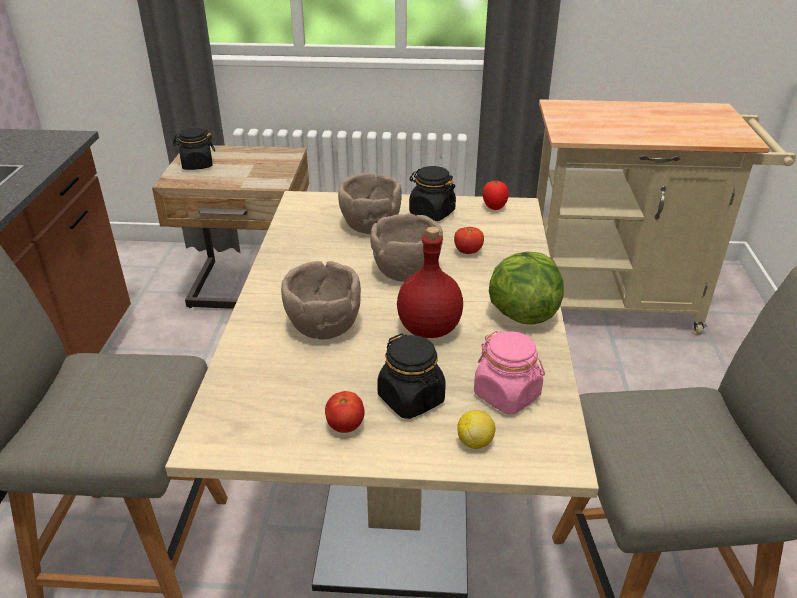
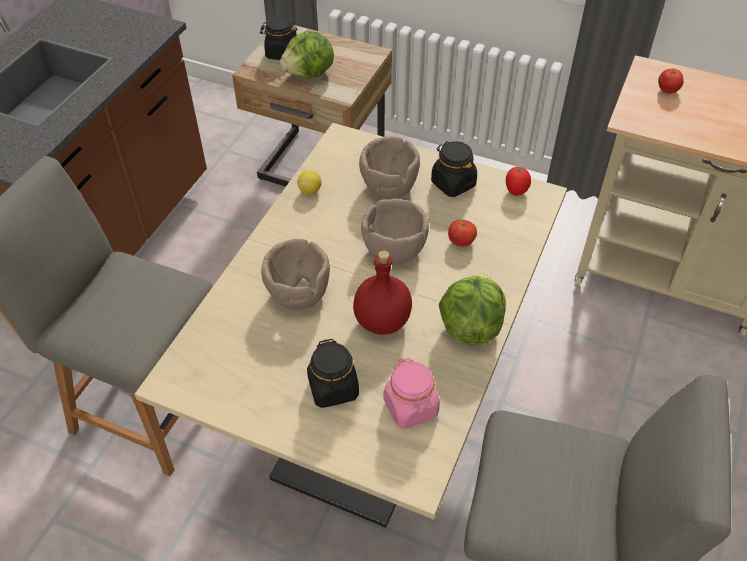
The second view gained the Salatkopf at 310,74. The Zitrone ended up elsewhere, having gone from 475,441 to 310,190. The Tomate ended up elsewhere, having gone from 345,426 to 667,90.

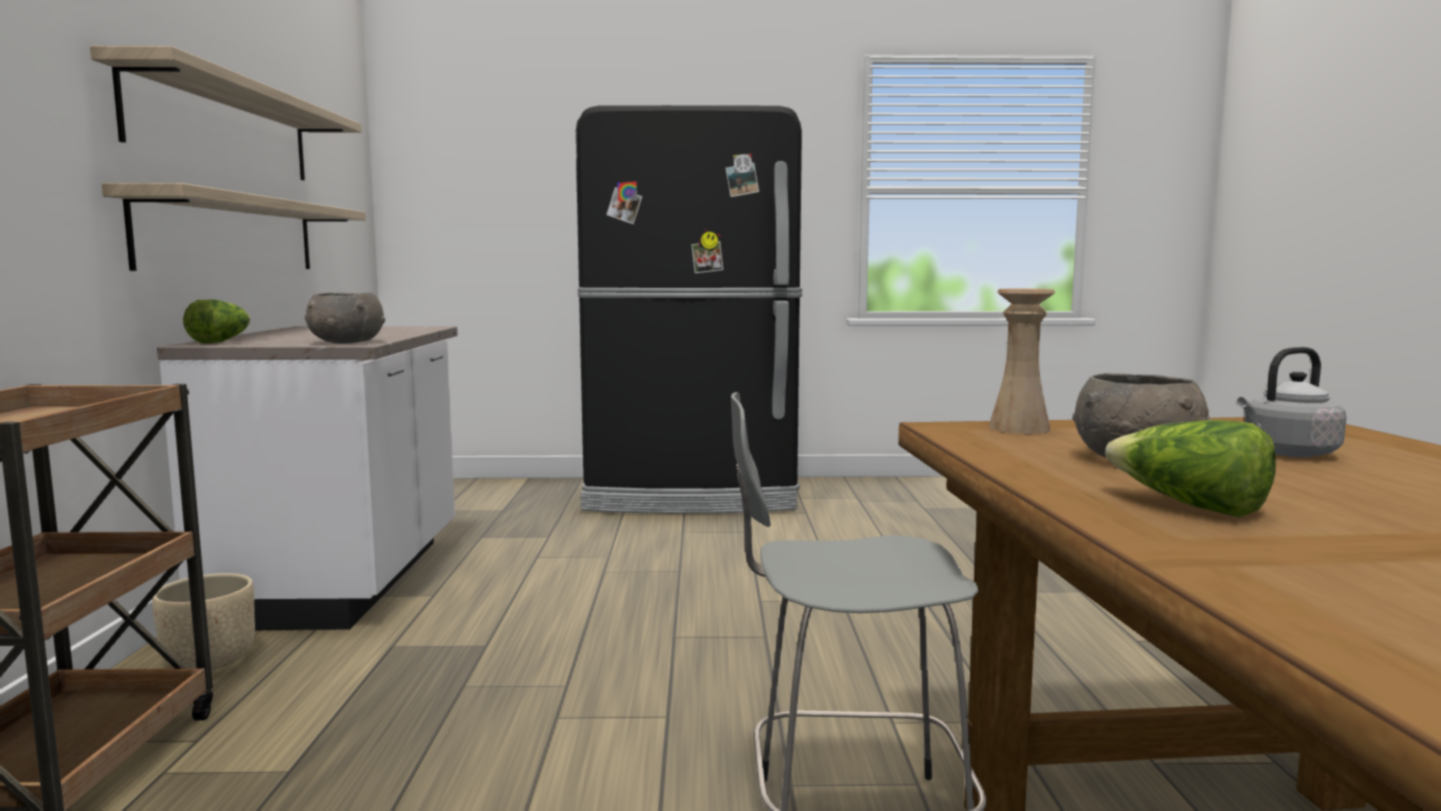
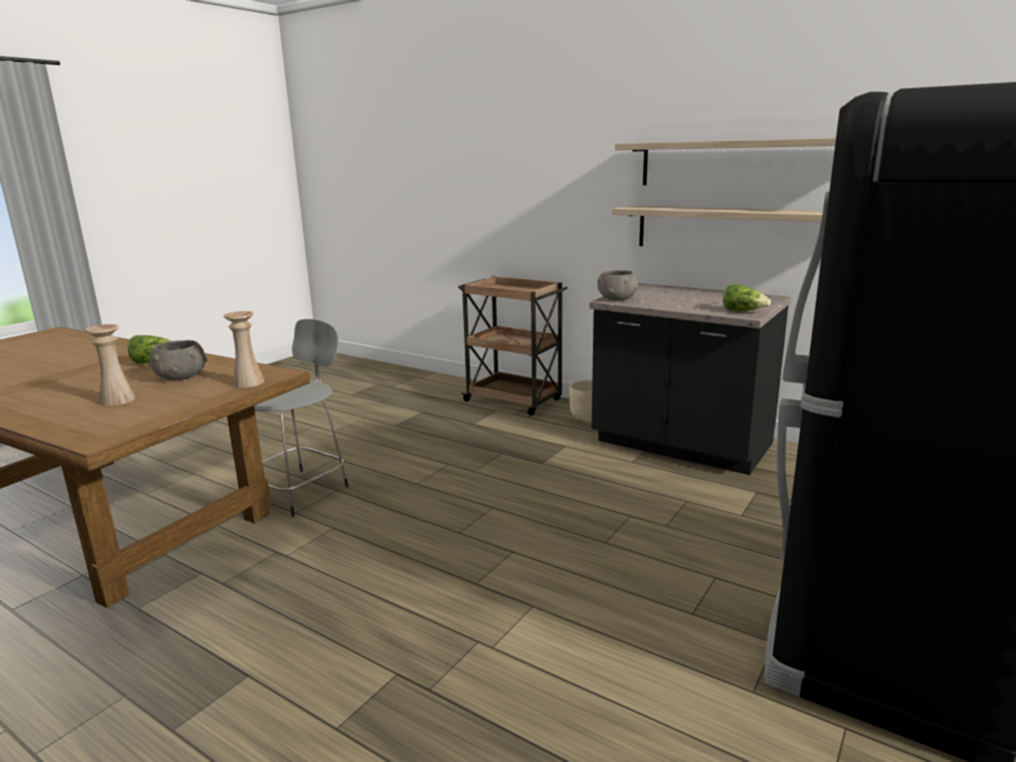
Where the Wasserkessel (grau) stood at 1286,453, the Vase (beige) came to stand at 117,400. What was the Küchenzeile (weiß) at 344,580 turned into the Küchenzeile (schwarz) at 681,445. The Salatkopf ended up elsewhere, having gone from 221,341 to 743,311.

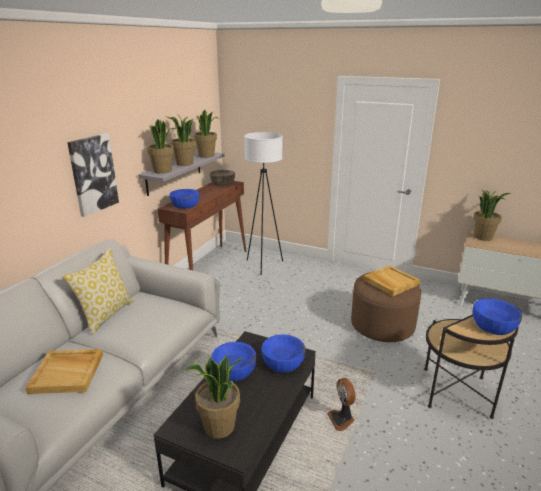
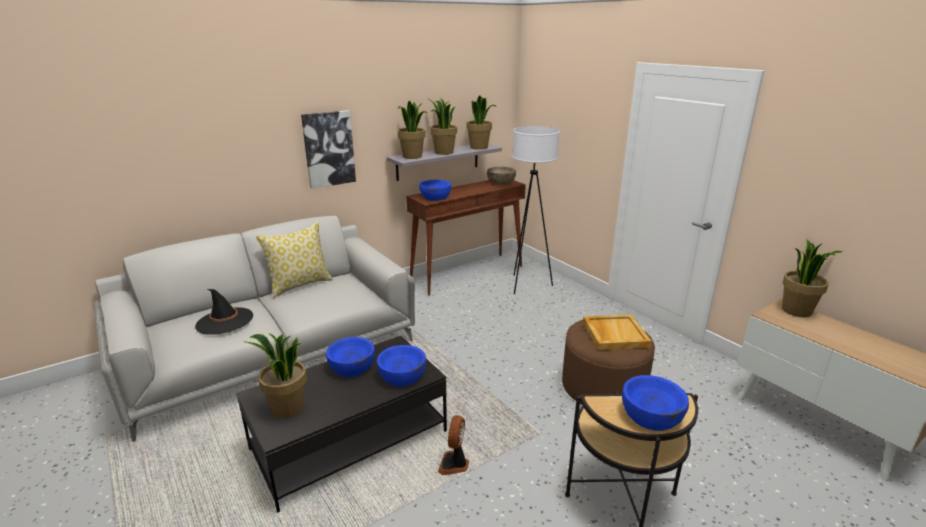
Where the Tablett (beige) stood at 68,373, the Hut (schwarz) came to stand at 224,321.

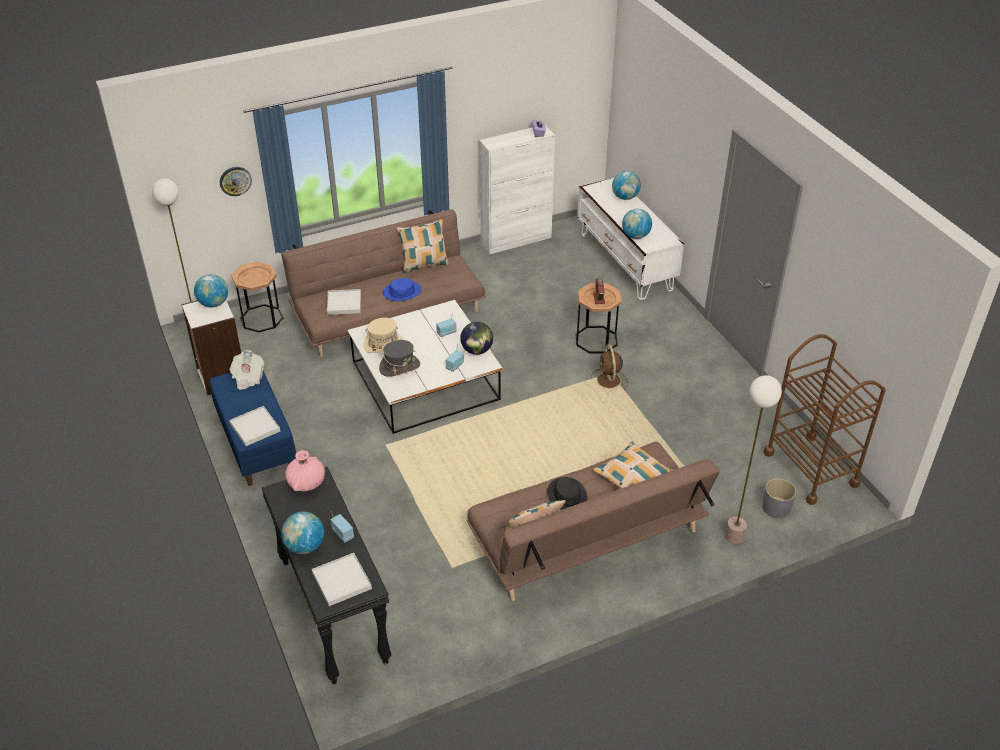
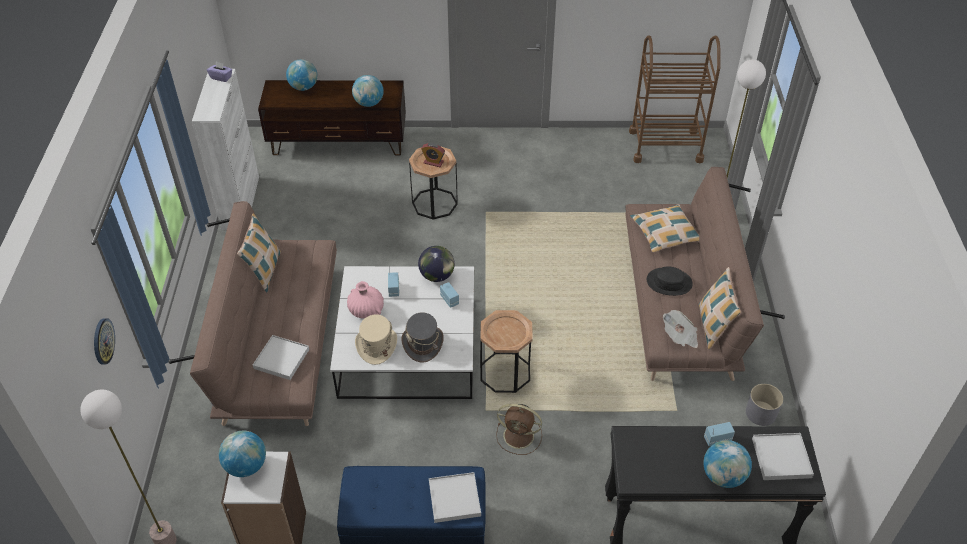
What was the Fernsehschrank (weiß) at 625,262 turned into the Fernsehschrank (braun) at 339,143. The Vase (rosa) ended up elsewhere, having gone from 306,483 to 366,310. The Beistelltisch (braun) ended up elsewhere, having gone from 261,318 to 505,373. The Ventilator (braun) ended up elsewhere, having gone from 609,381 to 520,436. The Zeitung ended up elsewhere, having gone from 248,377 to 680,336. The Pflanzkübel (grau) ended up elsewhere, having gone from 776,508 to 761,413. The second view lost the Hut (blau) at 402,292.

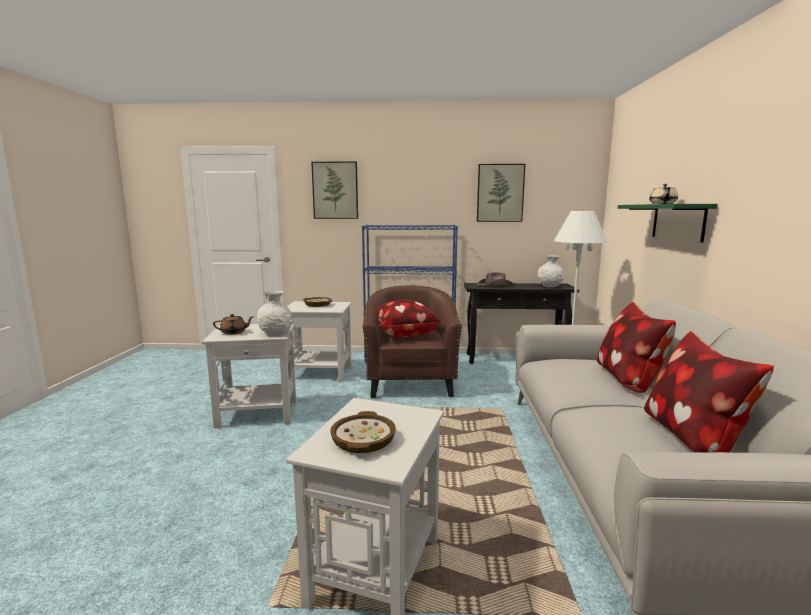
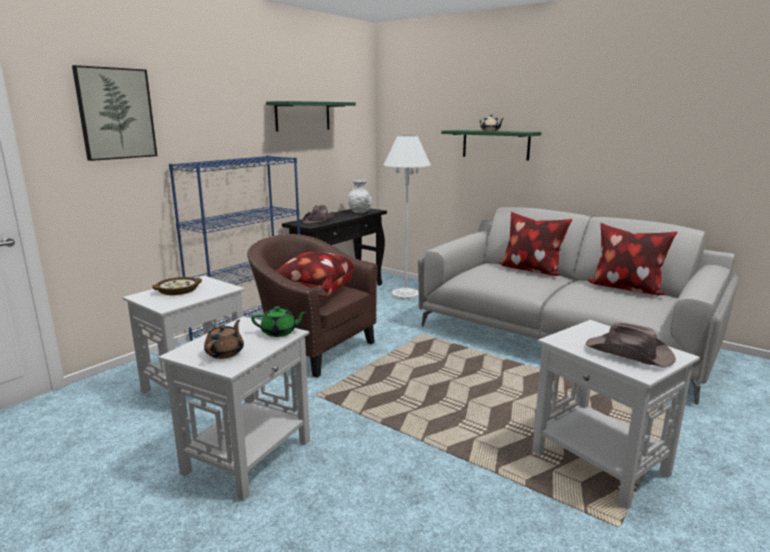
Where the Vase (weiß) stood at 276,333, the Teekanne (grün) came to stand at 279,332. Where the Bild hung at 500,193, the Wandregal (grün) came to hang at 303,116. Where the Schüssel stood at 362,440, the Hut (braun) came to stand at 629,353.

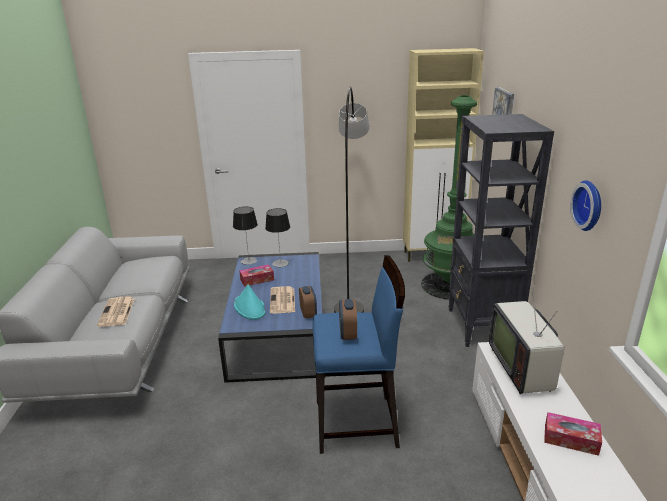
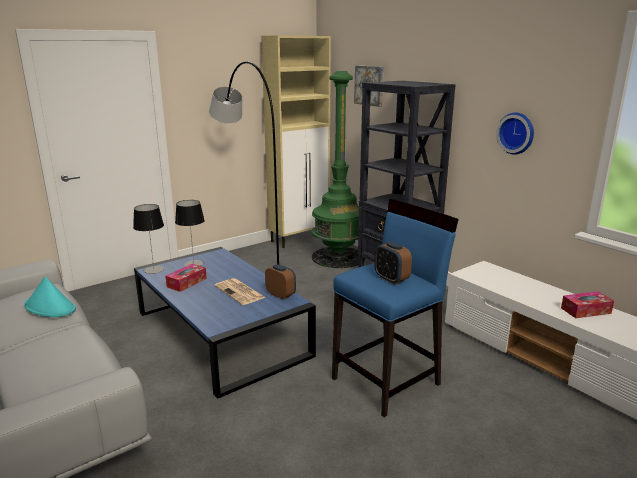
The Hut (türkis) ended up elsewhere, having gone from 250,307 to 50,307. The second view lost the Zeitung at 117,312. The second view lost the Fernseher at 523,367.

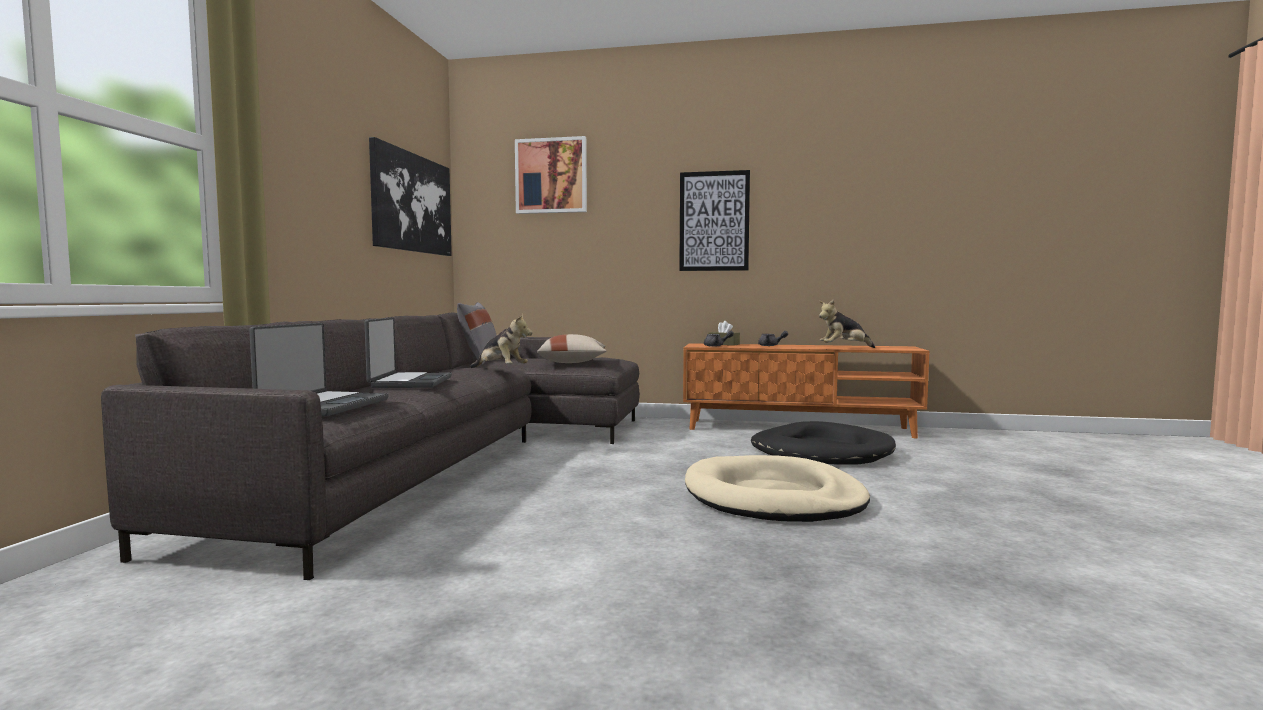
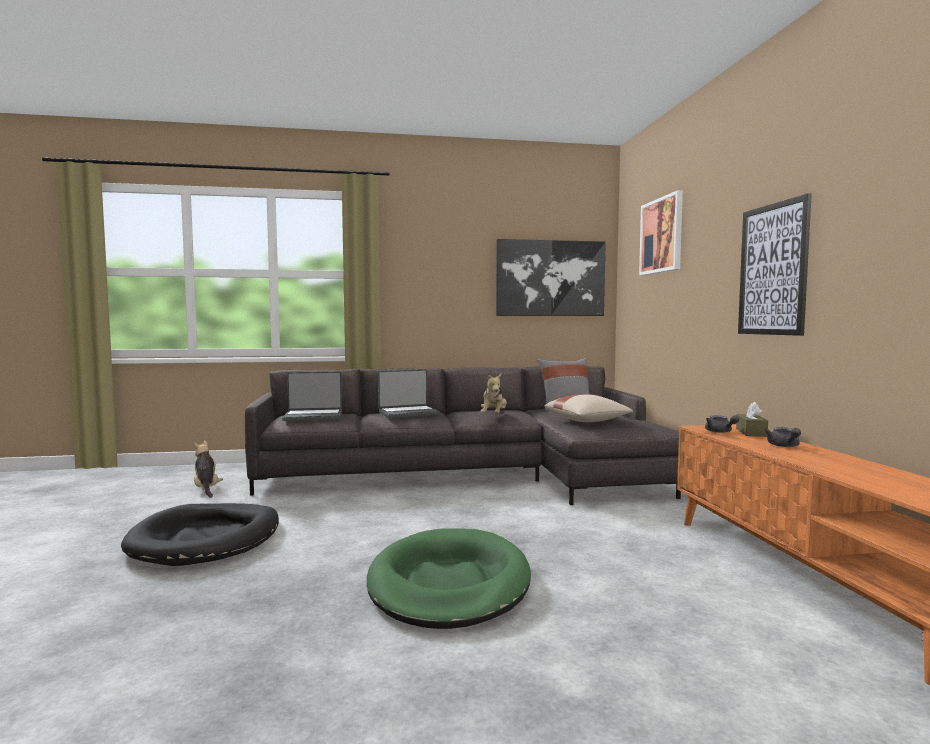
The Hundebett (schwarz) ended up elsewhere, having gone from 821,451 to 206,539. The Plüschtier ended up elsewhere, having gone from 844,348 to 206,489. What was the Hundebett (beige) at 773,497 turned into the Hundebett (grün) at 449,584.

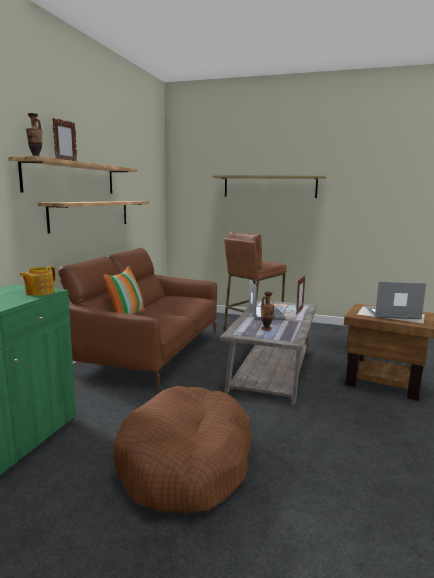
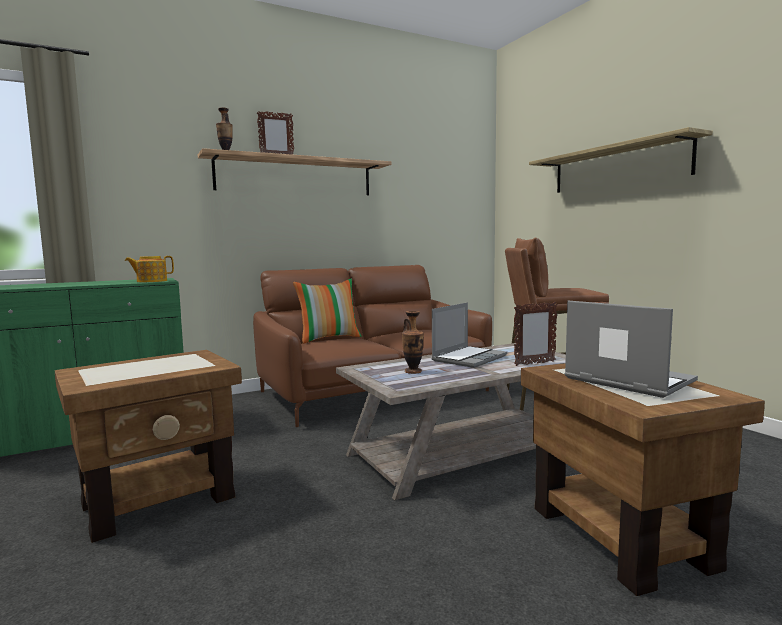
Where the Hundebett (braun) stood at 186,463, the Beistelltisch (braun) came to stand at 159,501. The second view lost the Wandregal at 91,215.

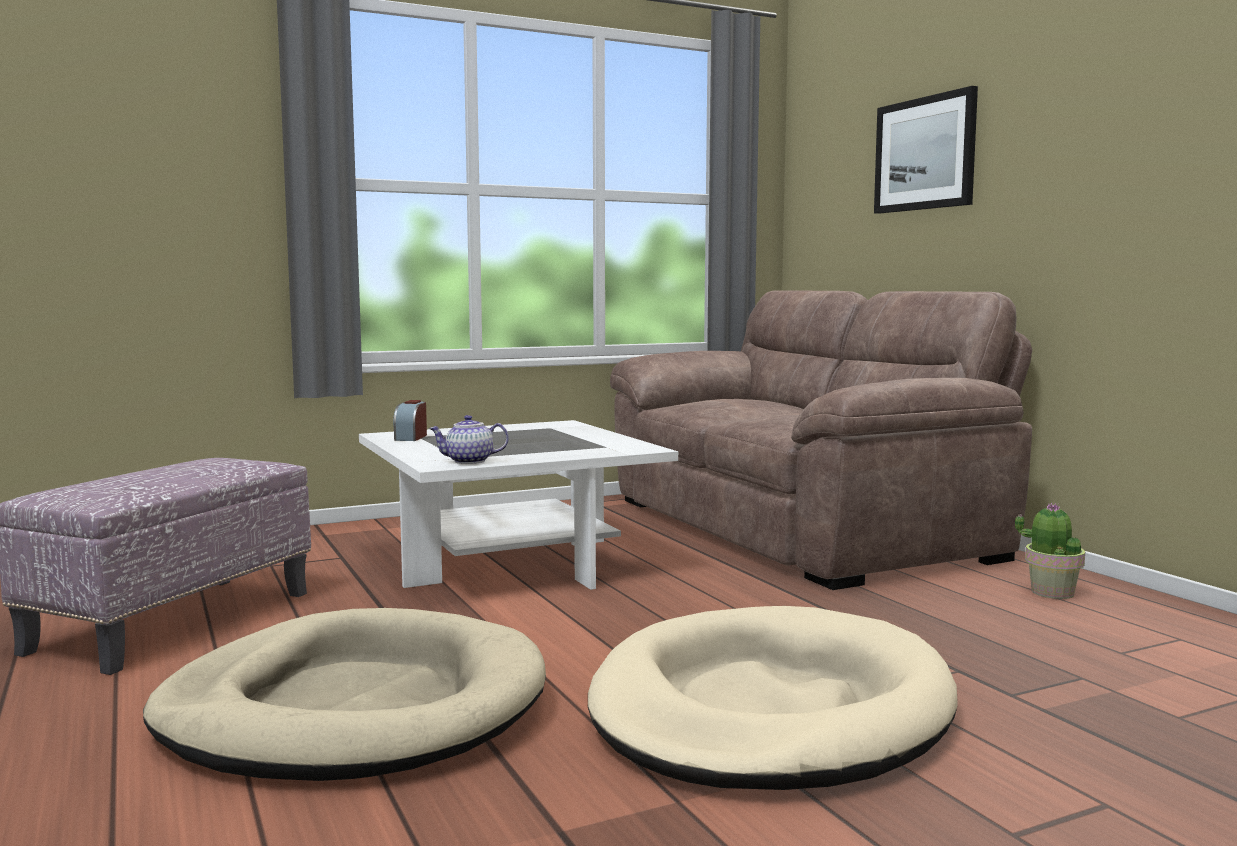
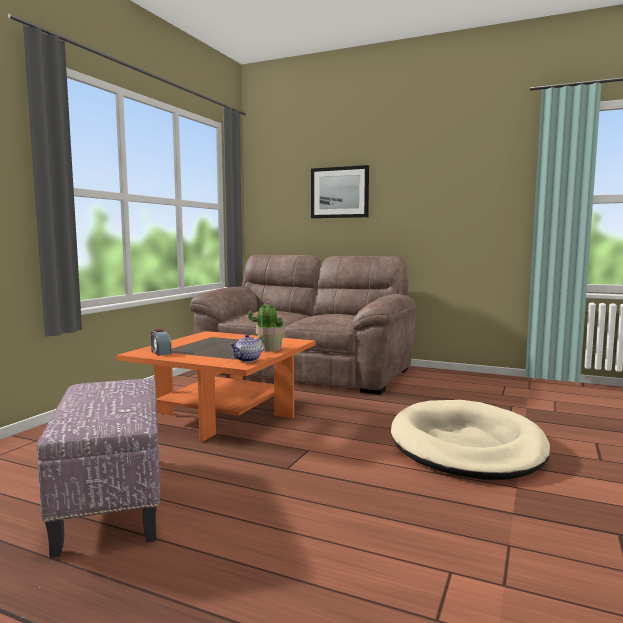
What was the Couchtisch (weiß) at 511,562 turned into the Couchtisch (orange) at 224,415. The Topfpflanze ended up elsewhere, having gone from 1052,592 to 270,349. The second view lost the Hundebett (beige) at 354,708.

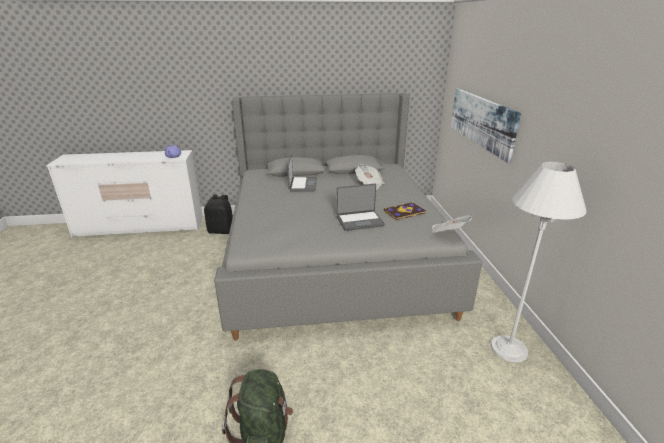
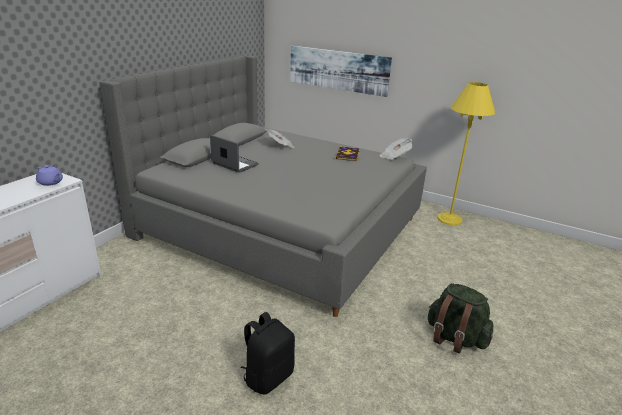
The Rucksack (schwarz) ended up elsewhere, having gone from 221,231 to 268,376. What was the Stehlampe (weiß) at 509,349 turned into the Stehlampe (gelb) at 449,219. The second view lost the Laptop at 359,221.

